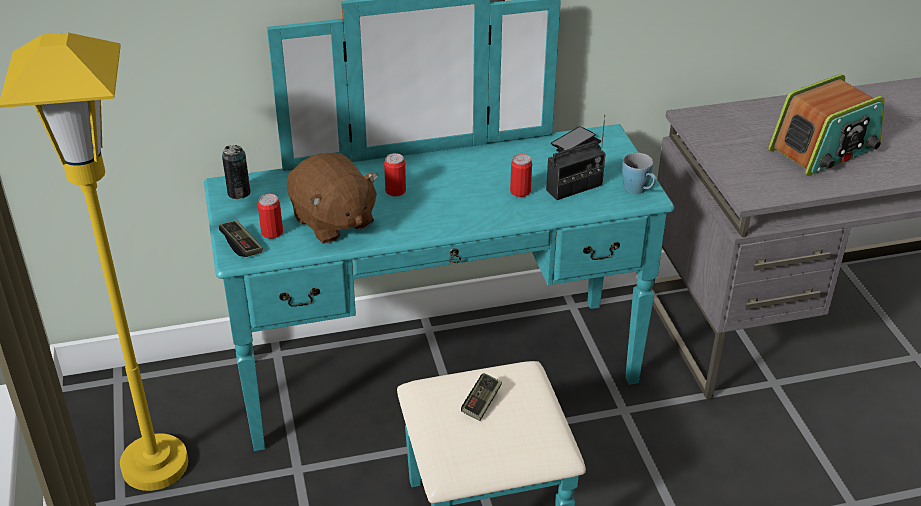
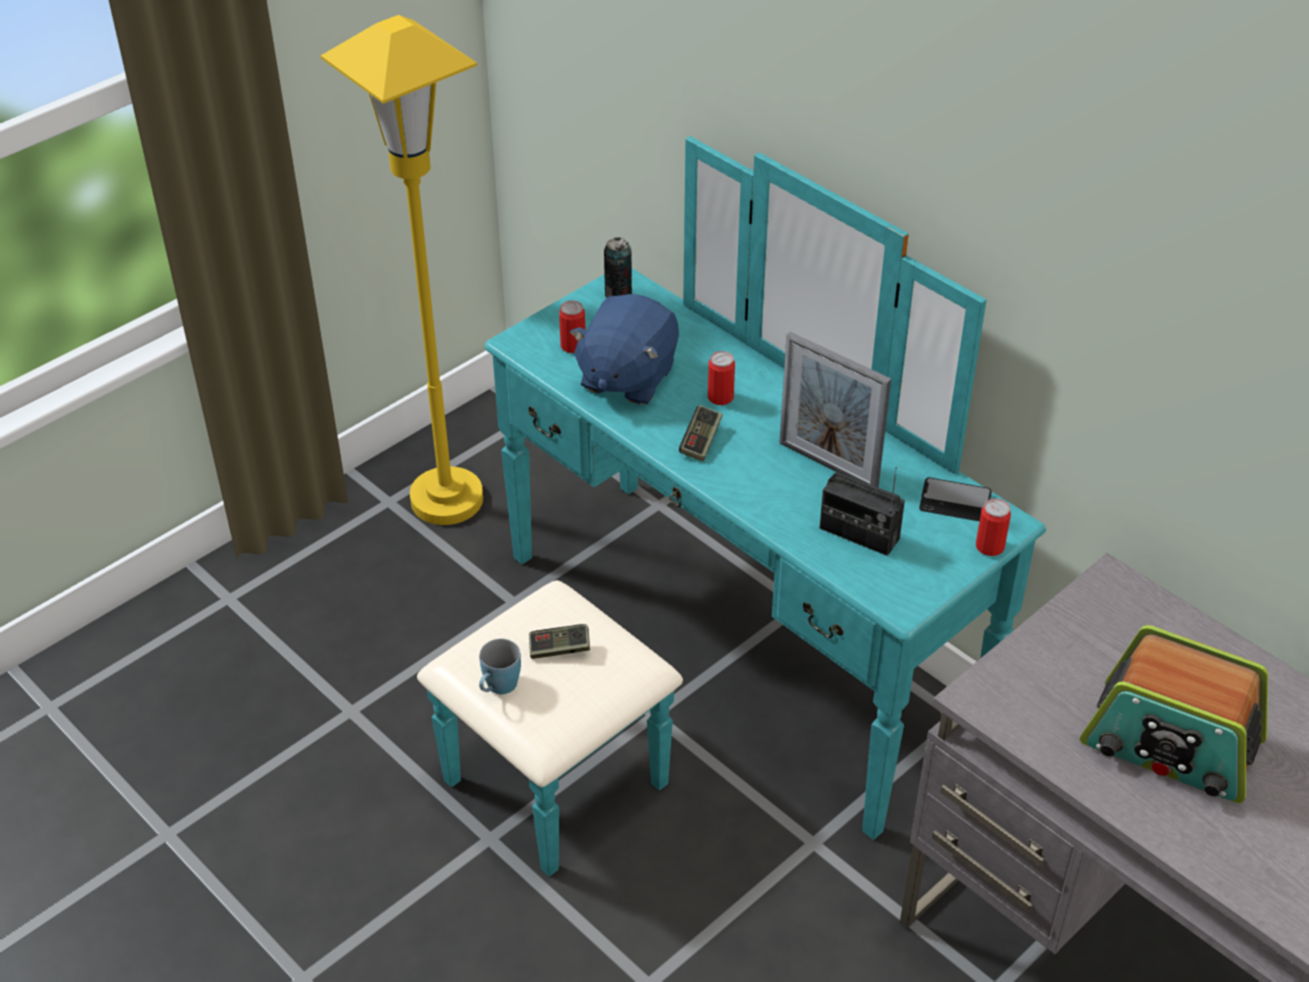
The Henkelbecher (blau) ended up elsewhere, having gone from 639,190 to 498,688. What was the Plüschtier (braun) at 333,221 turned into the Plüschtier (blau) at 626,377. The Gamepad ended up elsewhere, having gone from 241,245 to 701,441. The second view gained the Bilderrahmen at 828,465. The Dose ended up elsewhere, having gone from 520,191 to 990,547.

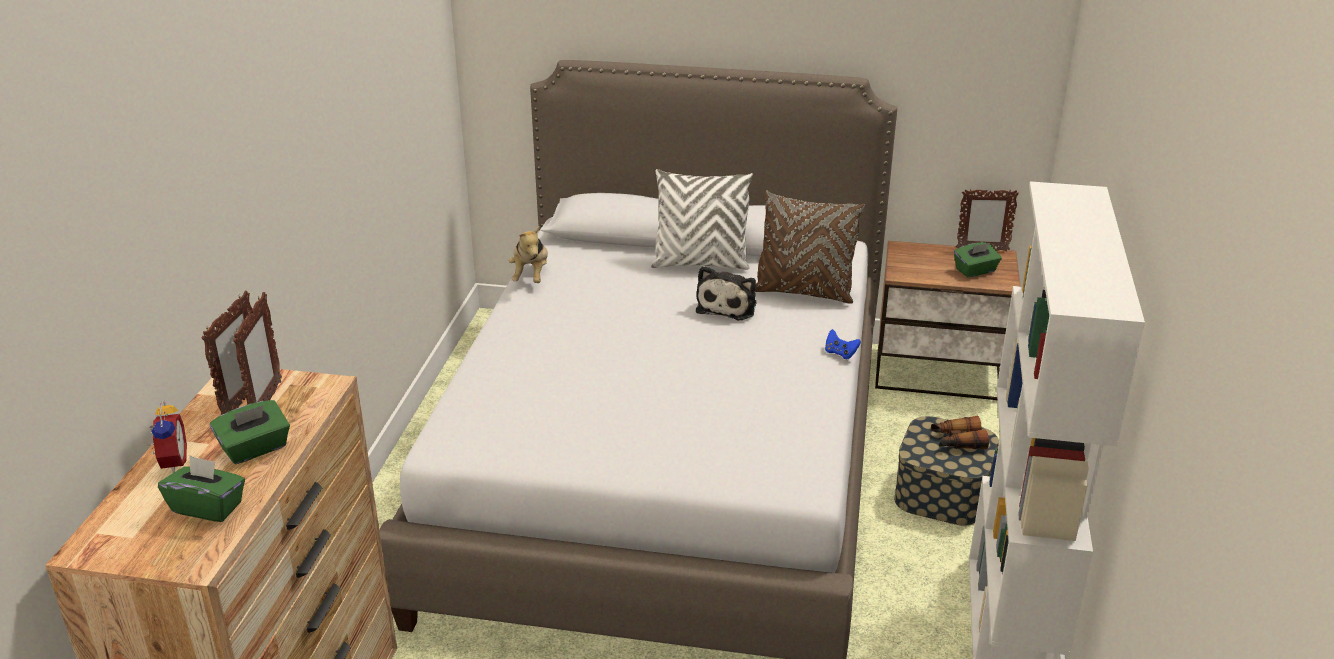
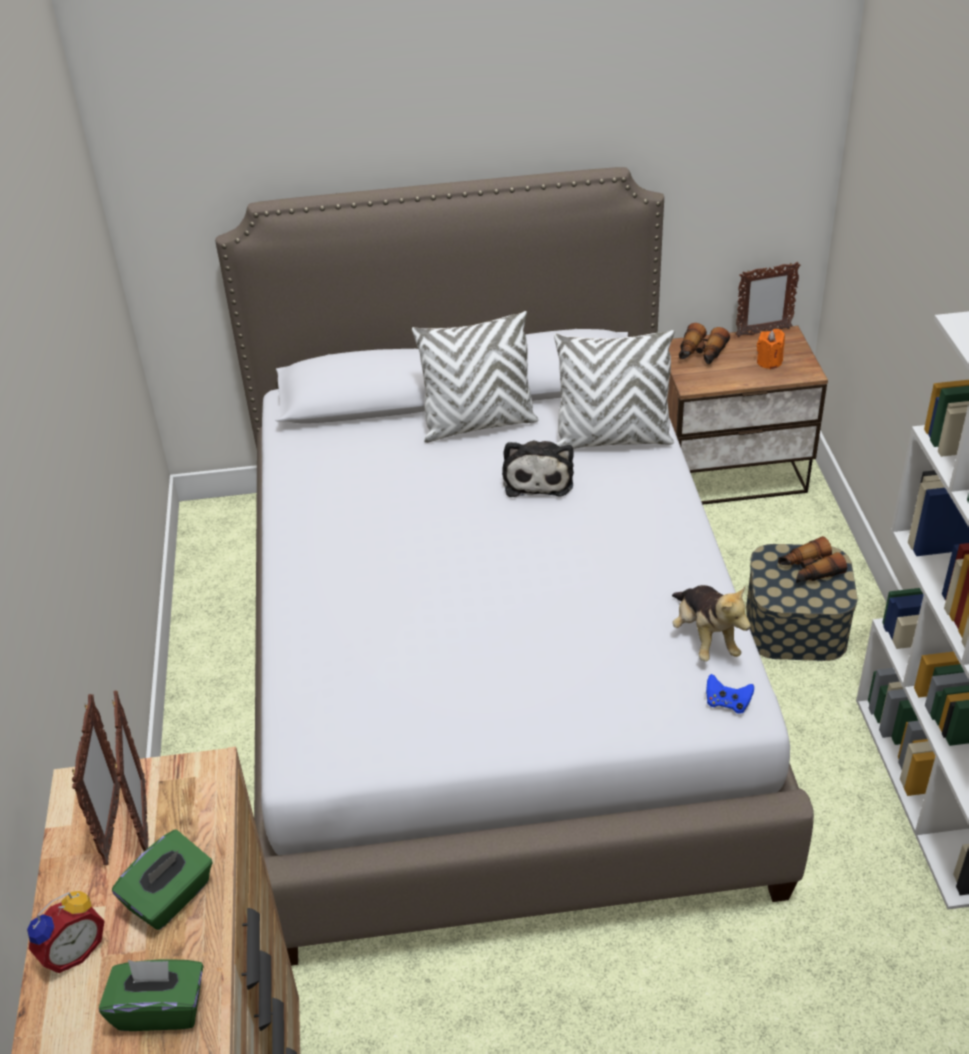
The Wecker at 171,462 ended up facing another way, 75 degrees clockwise from before. What was the Kissen (braun) at 804,292 turned into the Kissen (weiß) at 612,439. The Plüschtier ended up elsewhere, having gone from 531,276 to 704,638. The second view gained the Fernglas at 701,354. The Gamepad (blau) ended up elsewhere, having gone from 840,353 to 727,703. Where the Taschentuchbox (grün) stood at 975,271, the Kerze (orange) came to stand at 769,362.

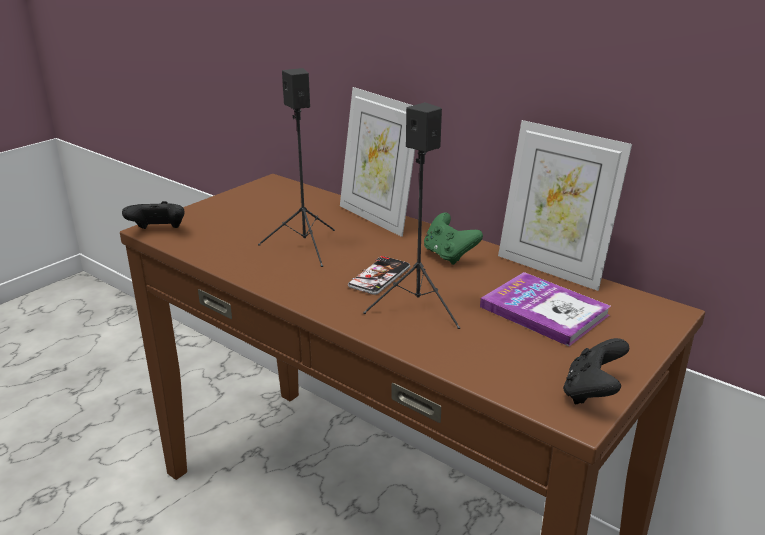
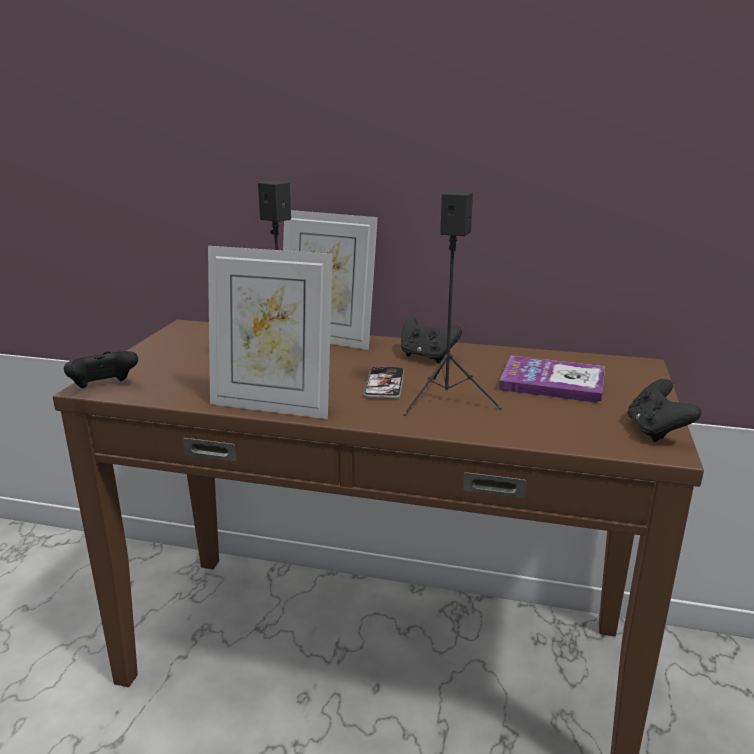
The Bilderrahmen ended up elsewhere, having gone from 551,268 to 272,406. What was the Gamepad (grün) at 448,255 turned into the Gamepad (schwarz) at 427,357.

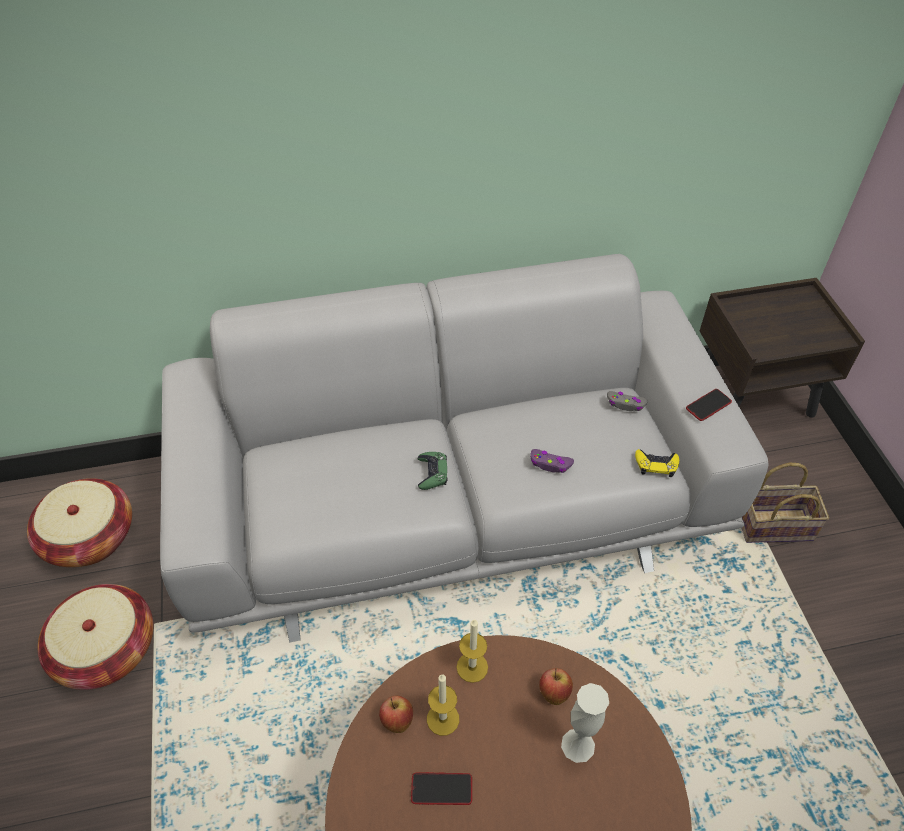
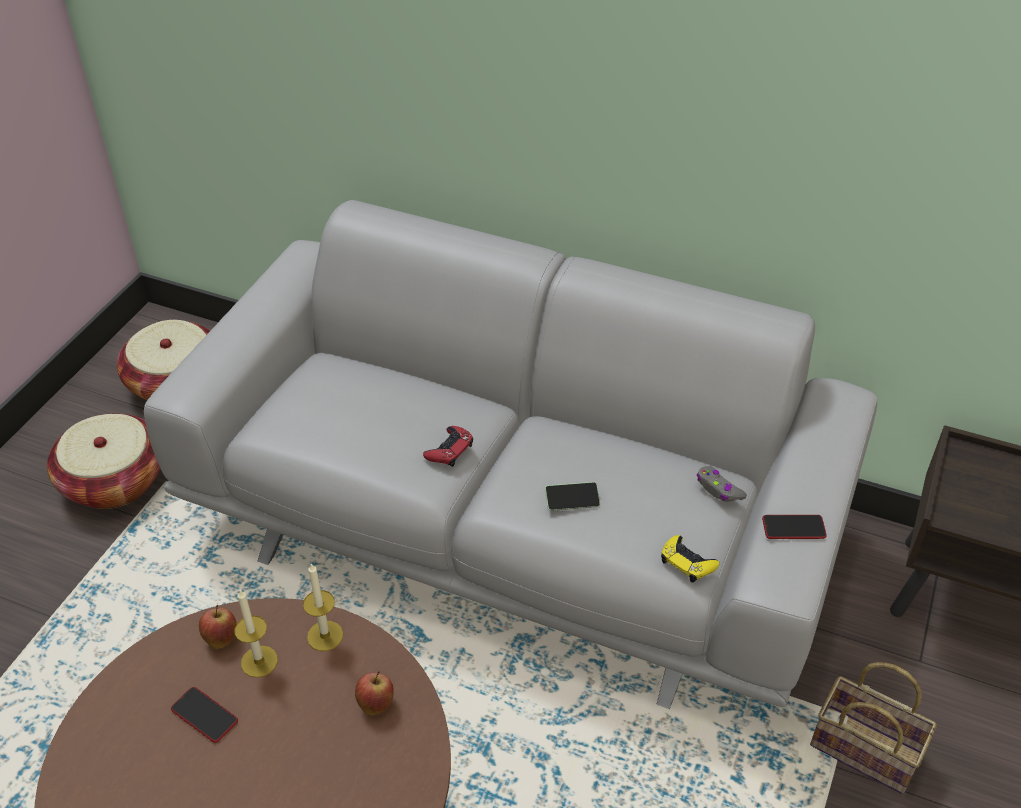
What was the Gamepad (grün) at 432,473 turned into the Gamepad (rot) at 449,450. Where the Gamepad (lila) stood at 550,464, the Handy came to stand at 572,501. The second view lost the Vase (weiß) at 578,745.

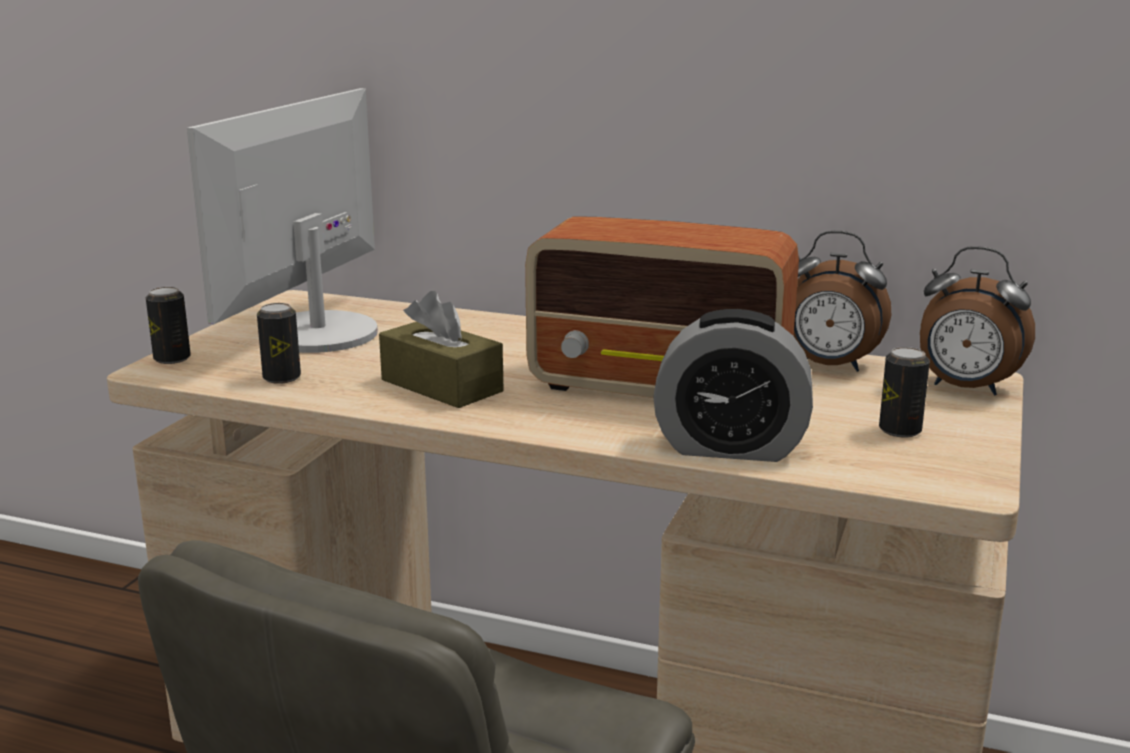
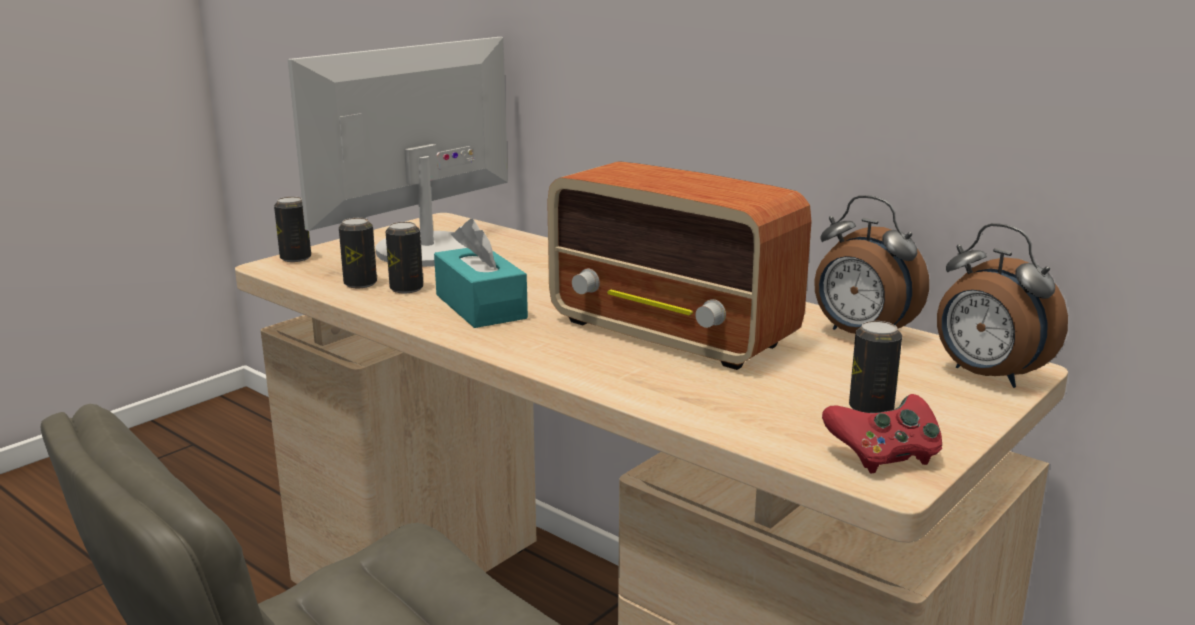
The second view gained the Dose at 406,289. What was the Taschentuchbox (braun) at 441,385 turned into the Taschentuchbox (türkis) at 480,306. The second view gained the Gamepad (rot) at 883,457. The second view lost the Wecker at 730,447.

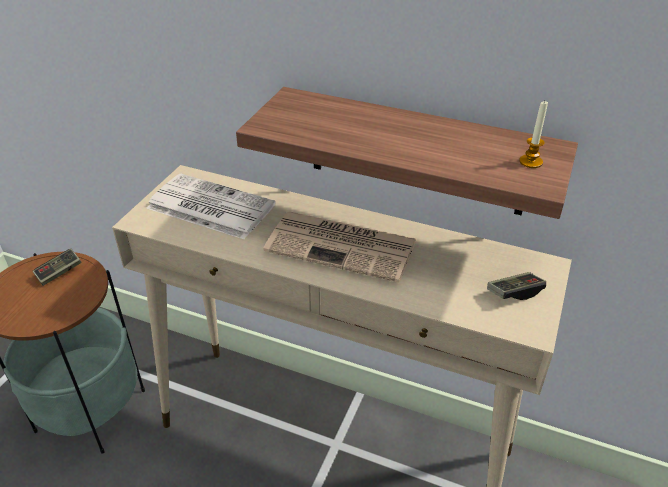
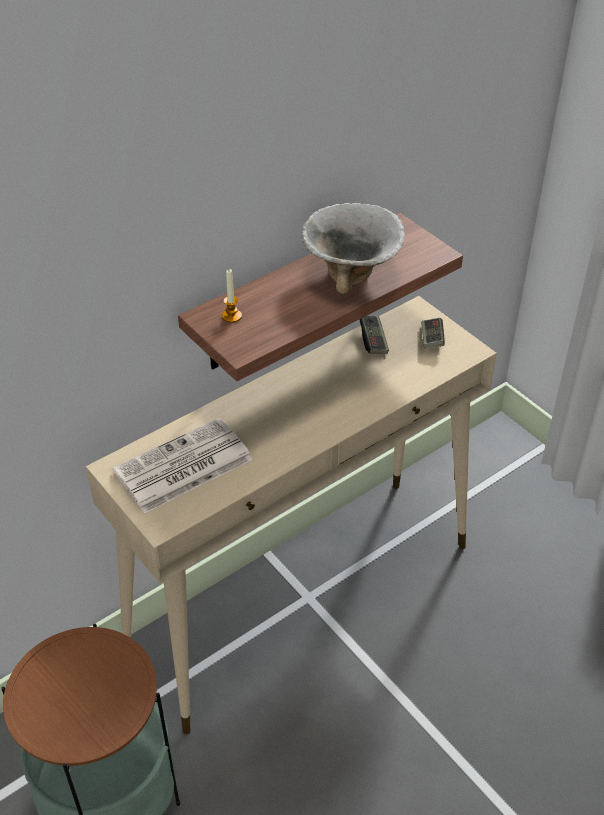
The Kerze ended up elsewhere, having gone from 530,162 to 232,316. The second view gained the Schüssel at 352,275. The Gamepad ended up elsewhere, having gone from 59,272 to 373,341. The second view lost the Zeitung at 344,246.

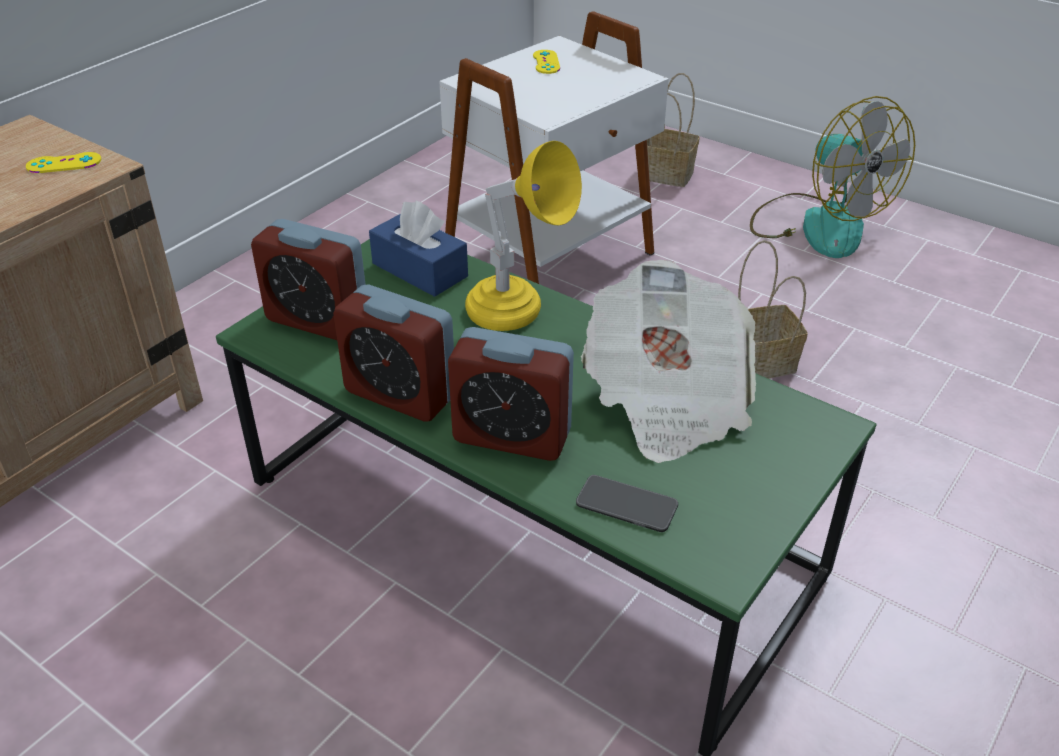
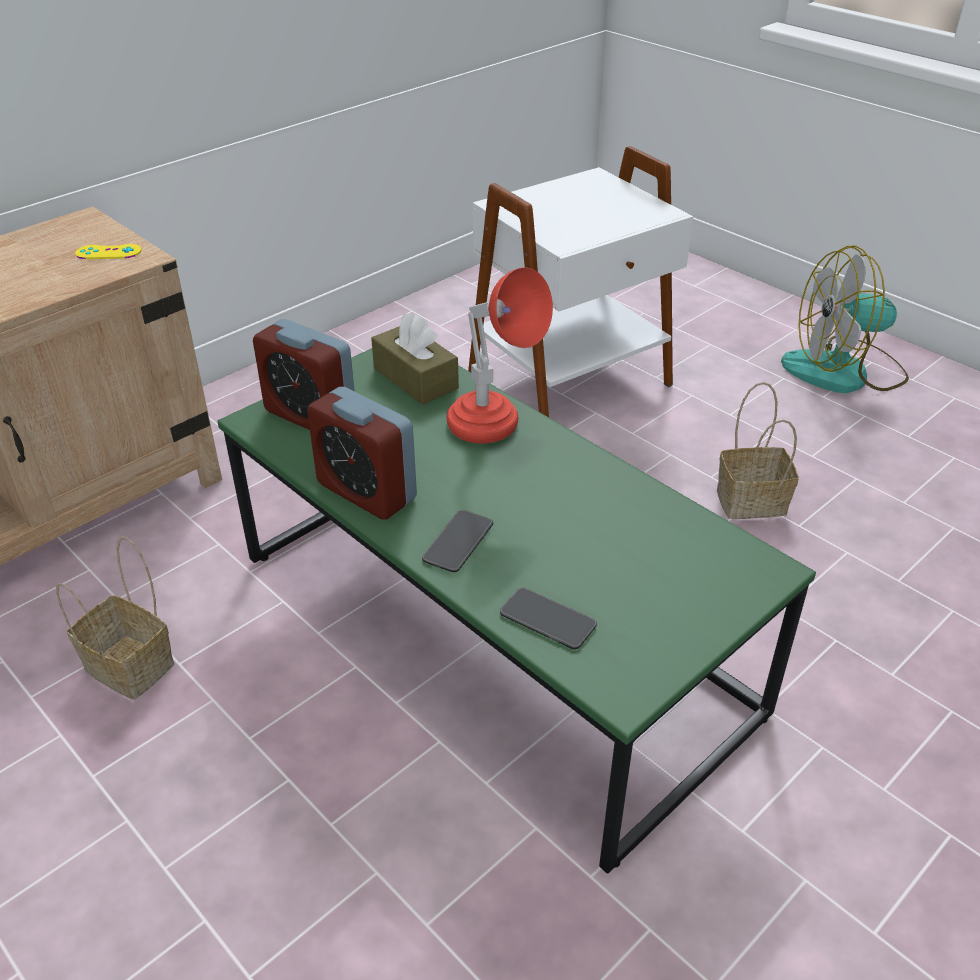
The Korb ended up elsewhere, having gone from 668,174 to 133,667. What was the Taschentuchbox (blau) at 420,270 turned into the Taschentuchbox (braun) at 415,378. Where the Wecker stood at 512,436, the Handy came to stand at 458,542. What was the Tischlampe (gelb) at 518,320 turned into the Tischlampe (rot) at 494,435. The Ventilator at 818,224 ended up facing another way, 105 degrees clockwise from before. The second view lost the Gamepad (gelb) at 546,62. The second view lost the Zeitung at 667,399.

